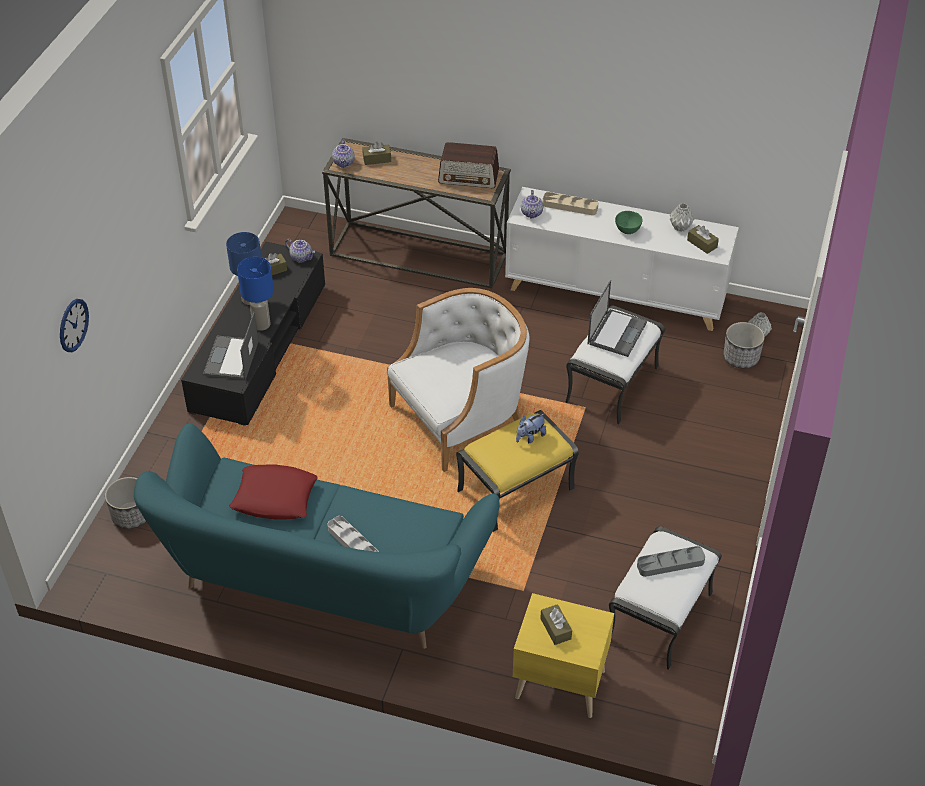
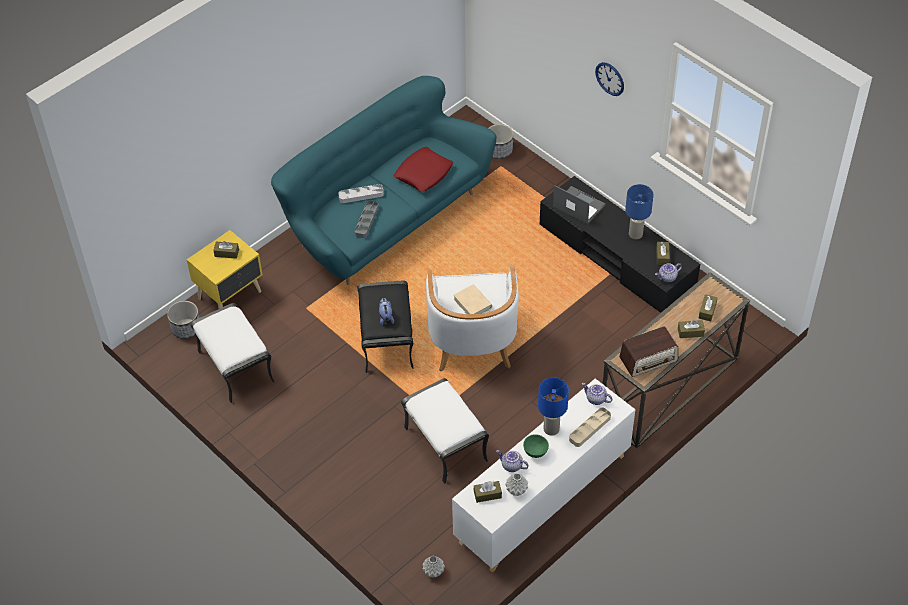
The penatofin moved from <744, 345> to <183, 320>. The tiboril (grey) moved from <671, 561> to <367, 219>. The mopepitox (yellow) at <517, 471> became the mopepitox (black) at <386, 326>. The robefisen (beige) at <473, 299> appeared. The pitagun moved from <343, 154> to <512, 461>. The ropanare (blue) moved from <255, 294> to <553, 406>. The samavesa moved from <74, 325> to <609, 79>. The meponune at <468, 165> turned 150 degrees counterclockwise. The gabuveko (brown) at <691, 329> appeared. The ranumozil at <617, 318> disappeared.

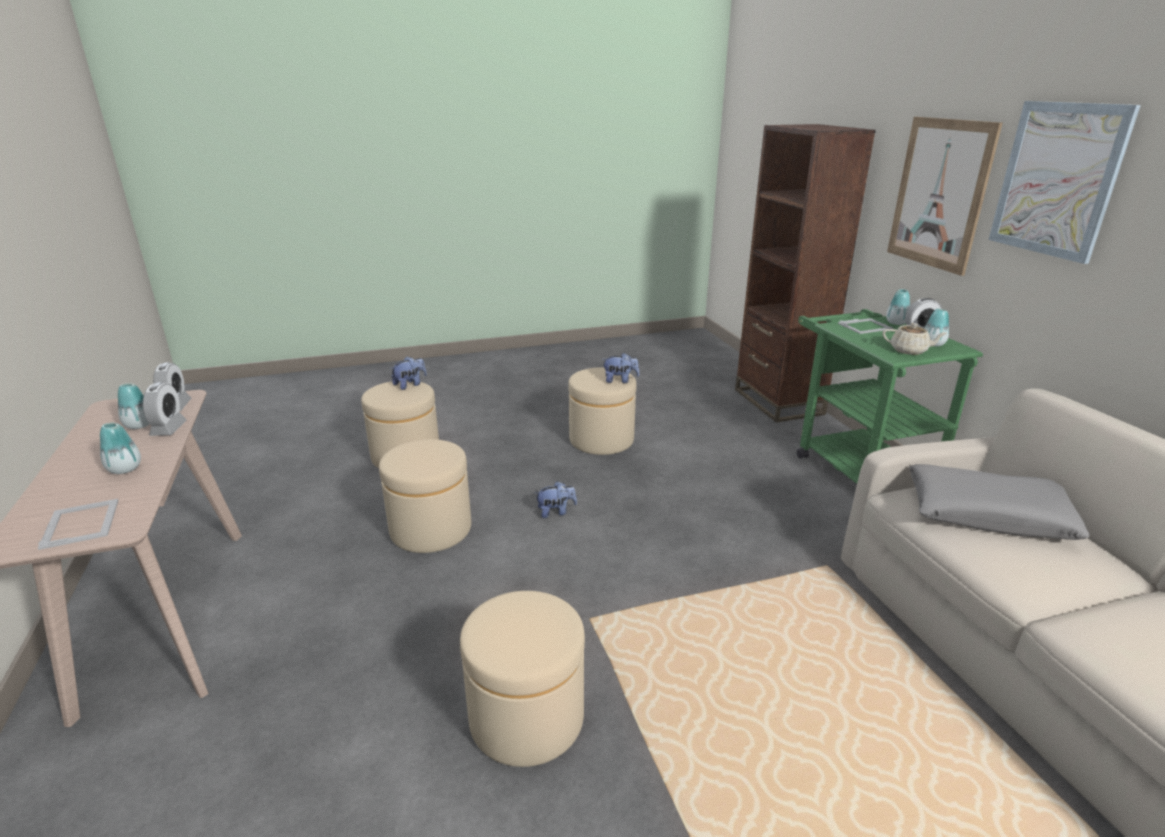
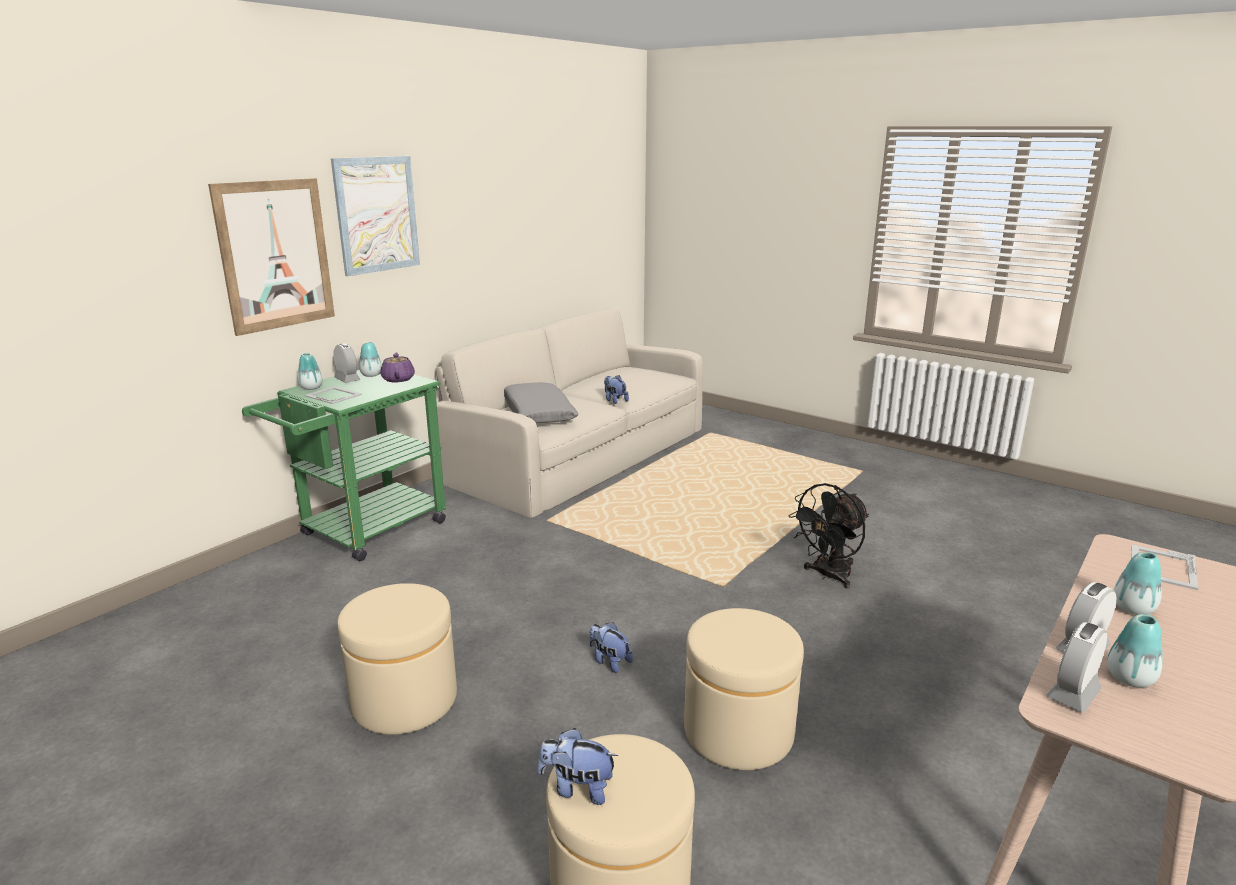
The pitagun (beige) at <914, 339> became the pitagun (purple) at <397, 367>. The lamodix moved from <621, 368> to <616, 389>. The mopepitox (beige) at <522, 679> was replaced by the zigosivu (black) at <828, 535>. The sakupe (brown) at <805, 273> disappeared.

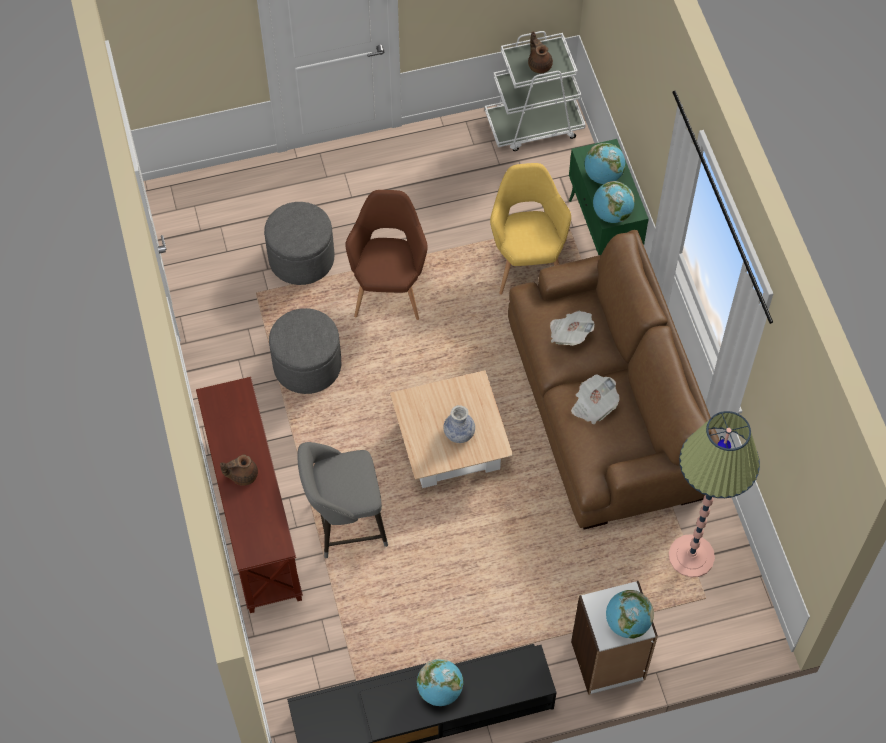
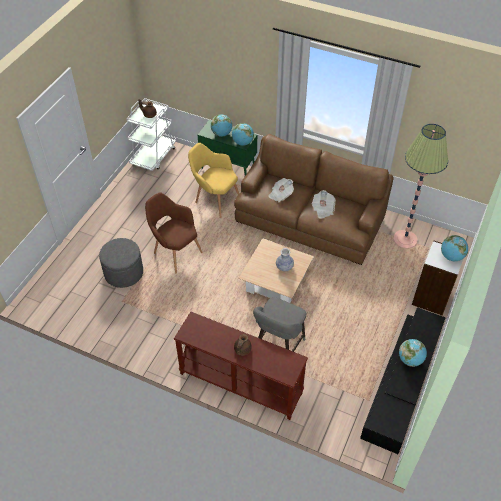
The mopepitox (grey) at <305, 351> disappeared.

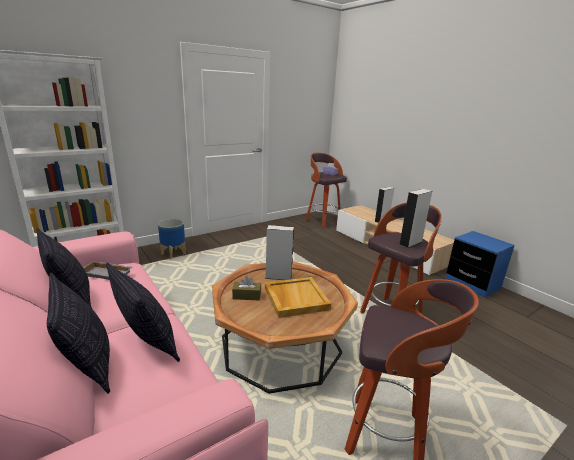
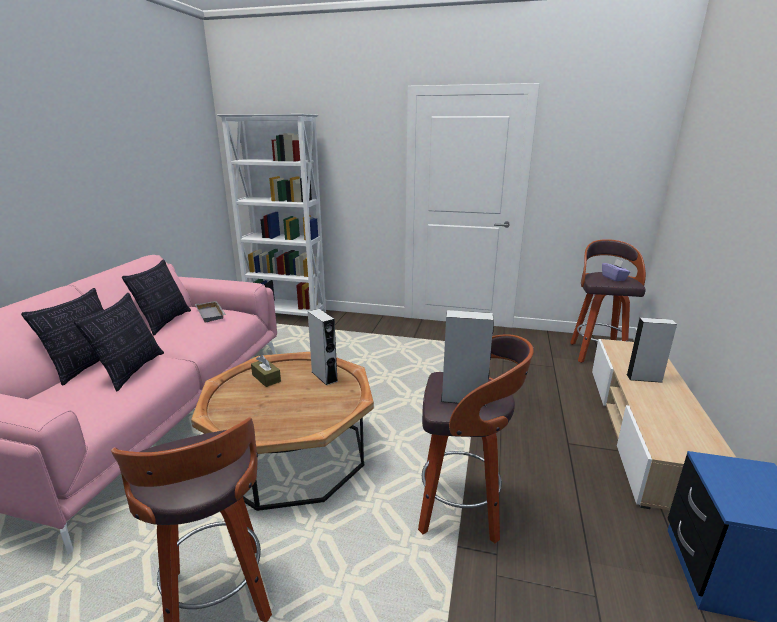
The penatofin at <172, 239> disappeared. The tiboril (beige) at <298, 297> disappeared.

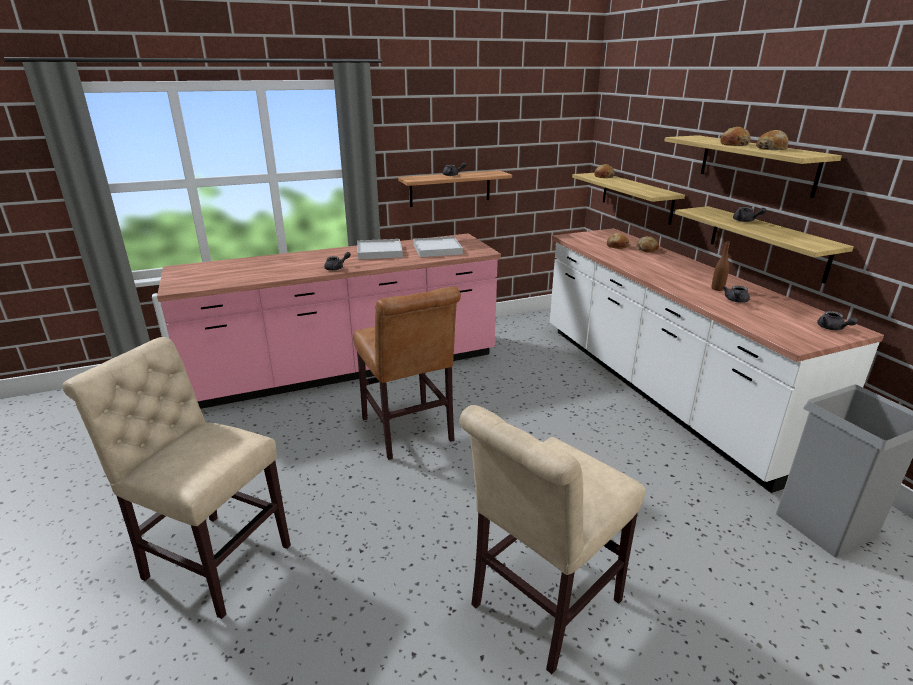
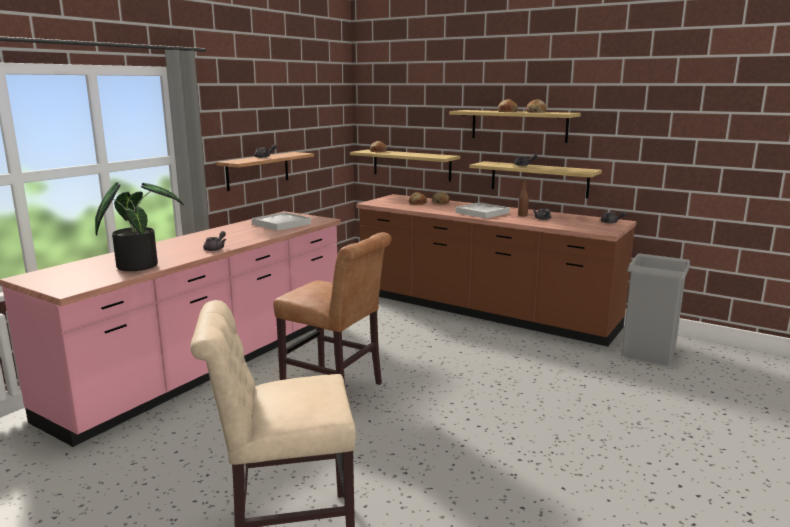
The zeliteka at <139, 226> appeared. The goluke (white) at <717, 360> became the goluke (brown) at <496, 270>. The tiboril (white) moved from <380, 249> to <482, 210>. The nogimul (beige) at <552, 539> disappeared.

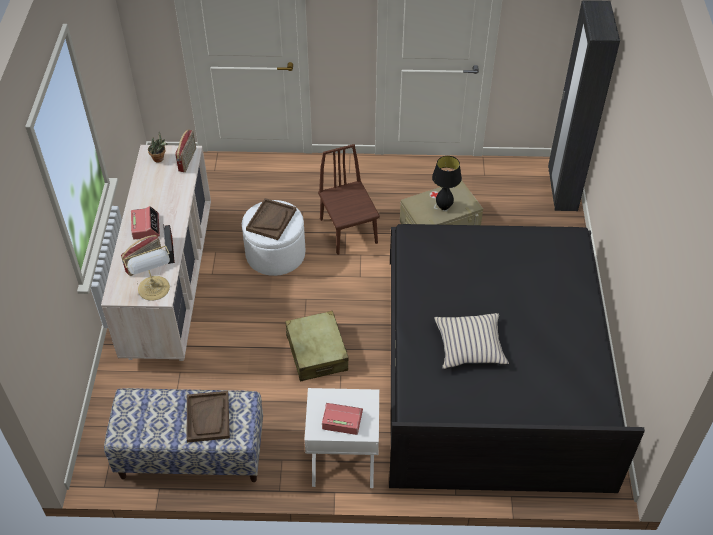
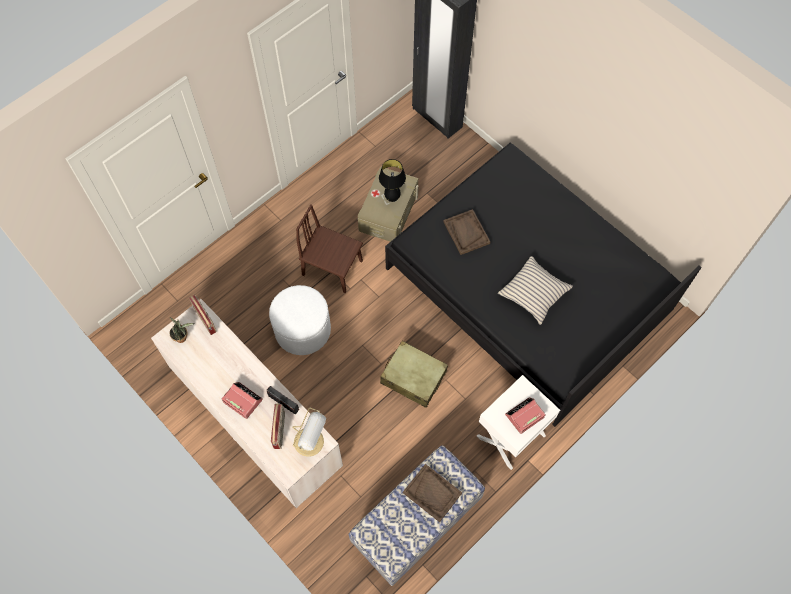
The tiboril (brown) moved from <271, 219> to <467, 232>.

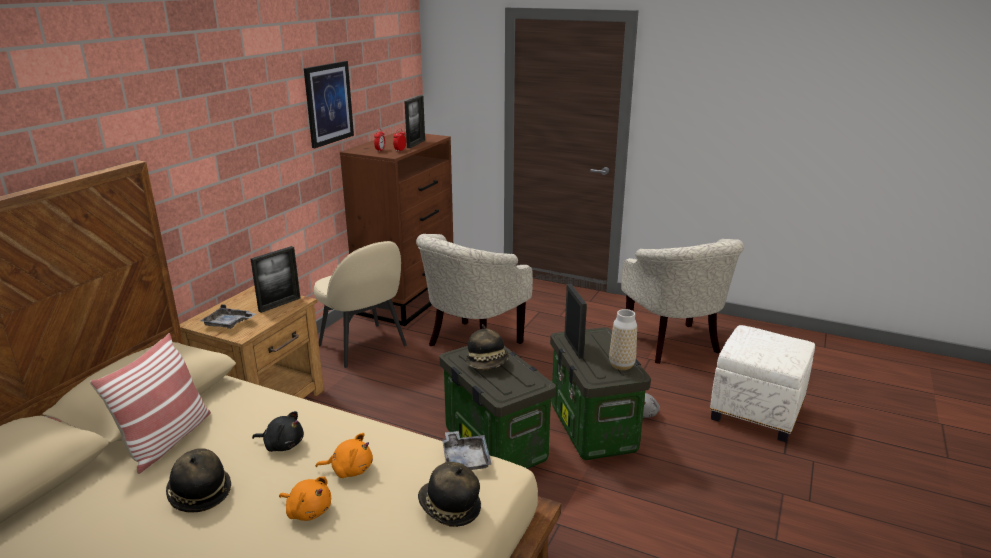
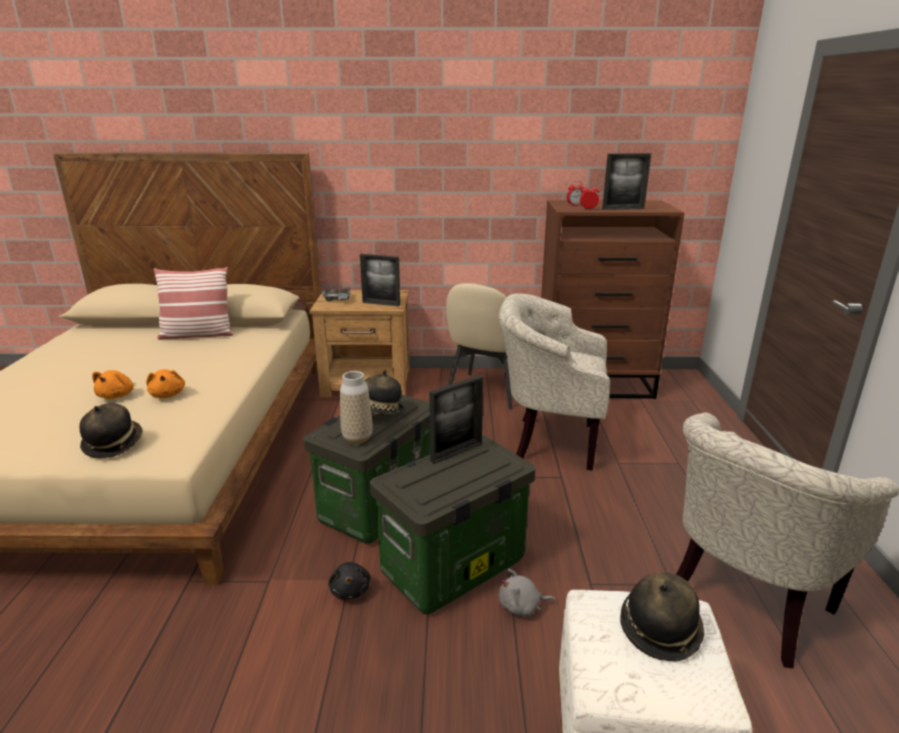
The lamodix (black) moved from <278, 431> to <349, 580>. The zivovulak moved from <623, 339> to <356, 407>. The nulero moved from <198, 480> to <662, 617>. The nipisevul at <329, 104> disappeared. The tiboril (grey) at <467, 450> disappeared.

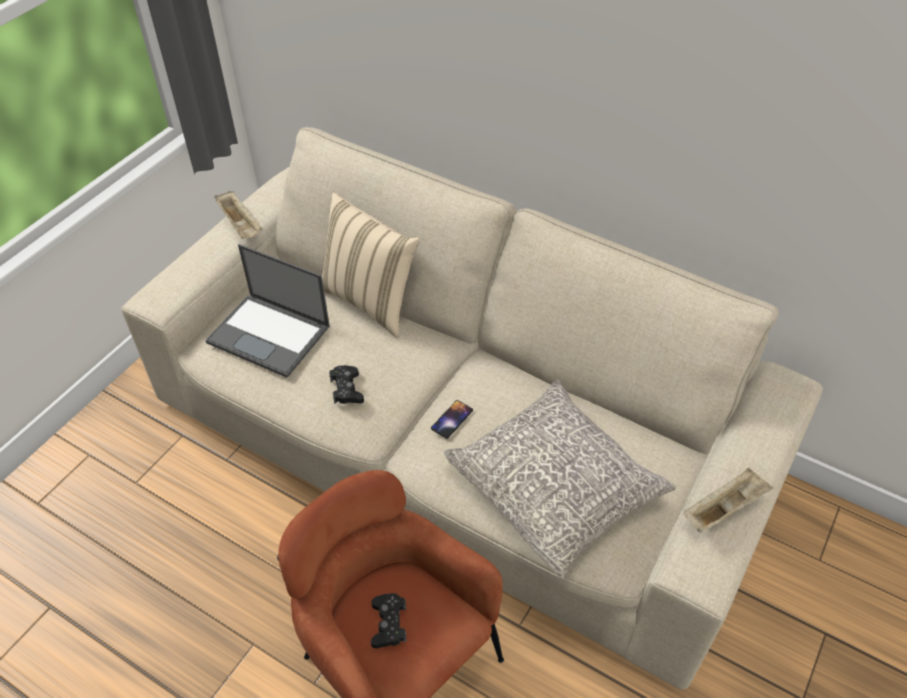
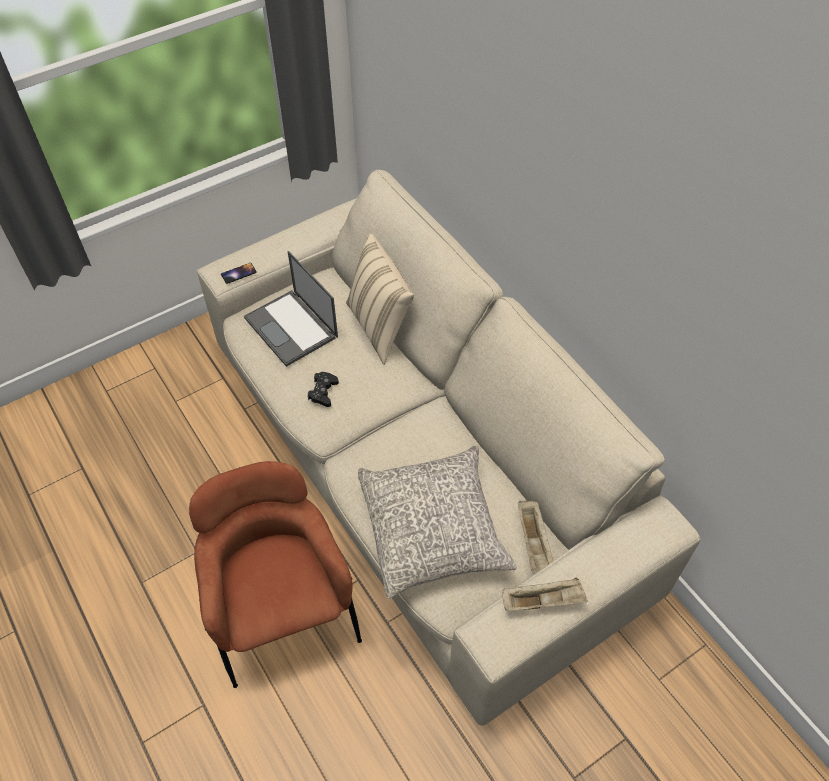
The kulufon moved from <452, 419> to <239, 273>. The tiboril (beige) moved from <238, 215> to <535, 536>. The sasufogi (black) at <388, 620> disappeared.

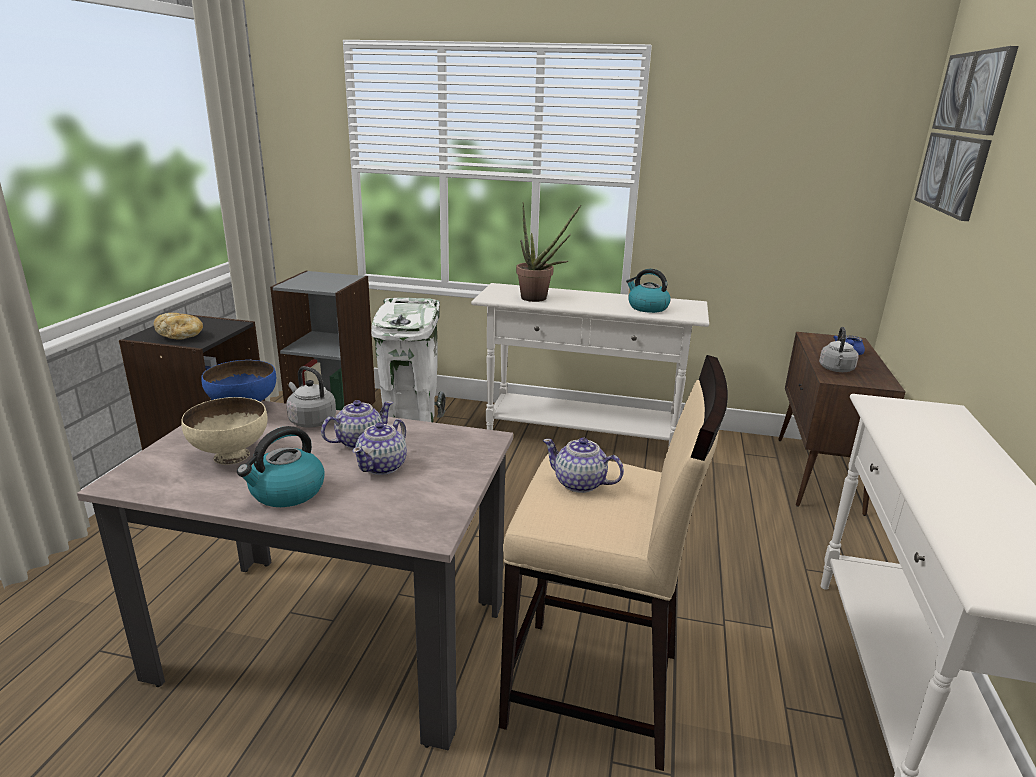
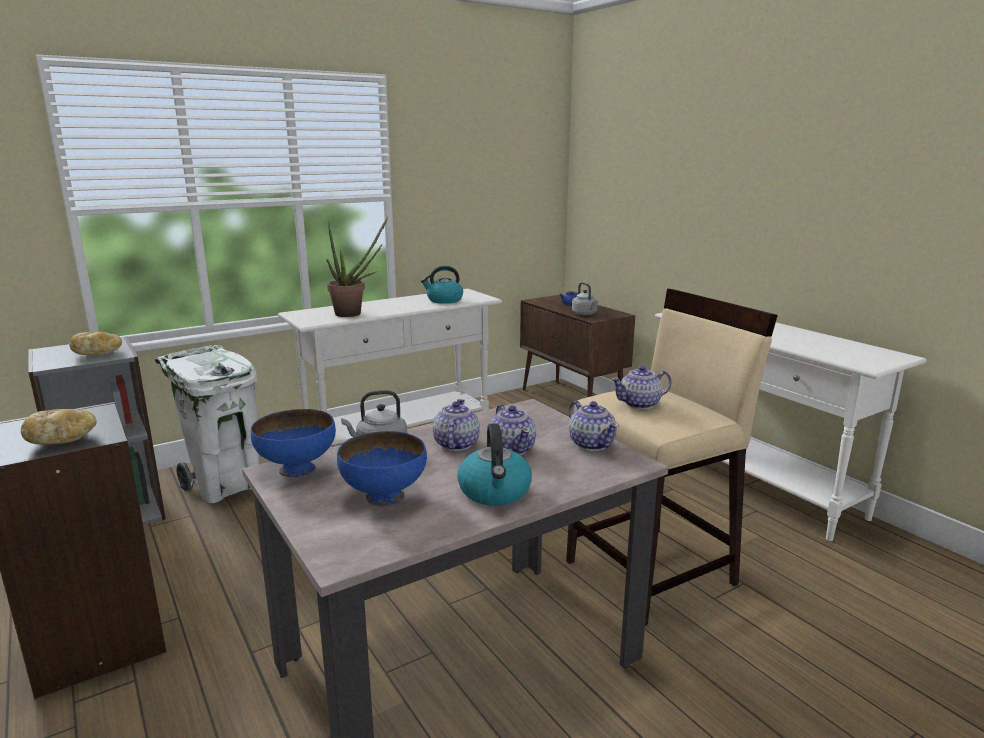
The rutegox at <95, 343> appeared. The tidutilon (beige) at <224, 431> became the tidutilon (blue) at <382, 468>. The pitagun at <594, 426> appeared. The nipisevul at <966, 133> disappeared.

